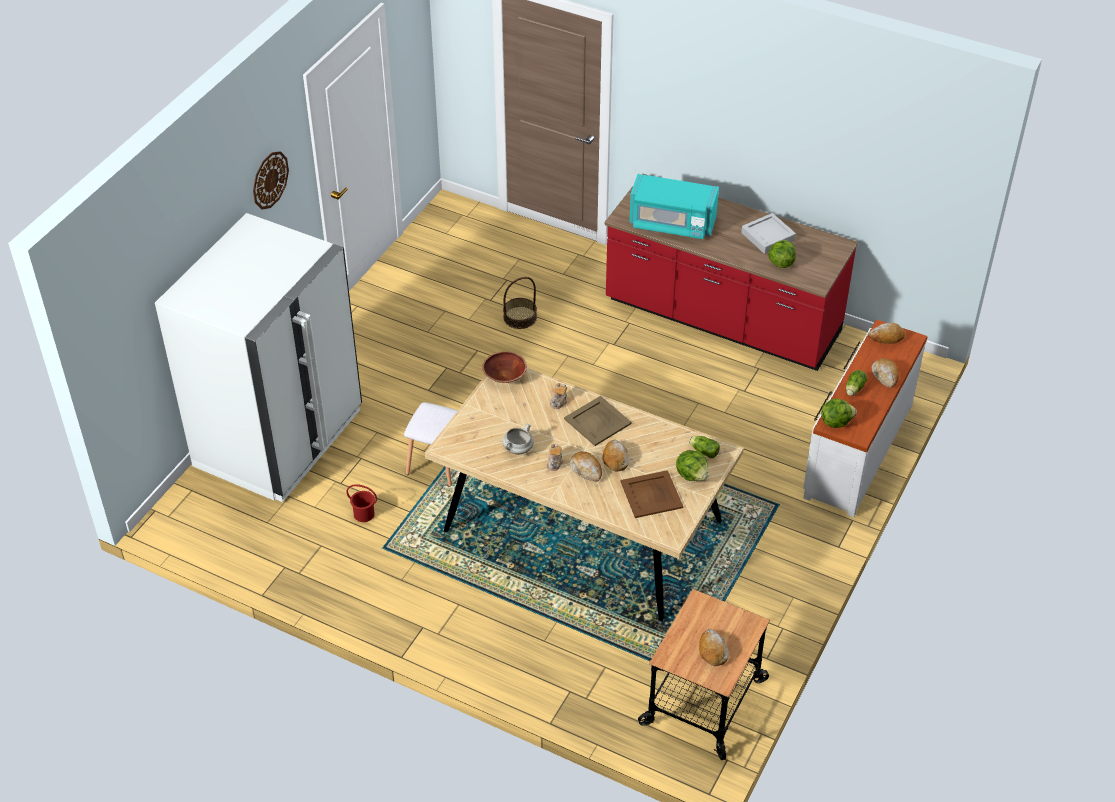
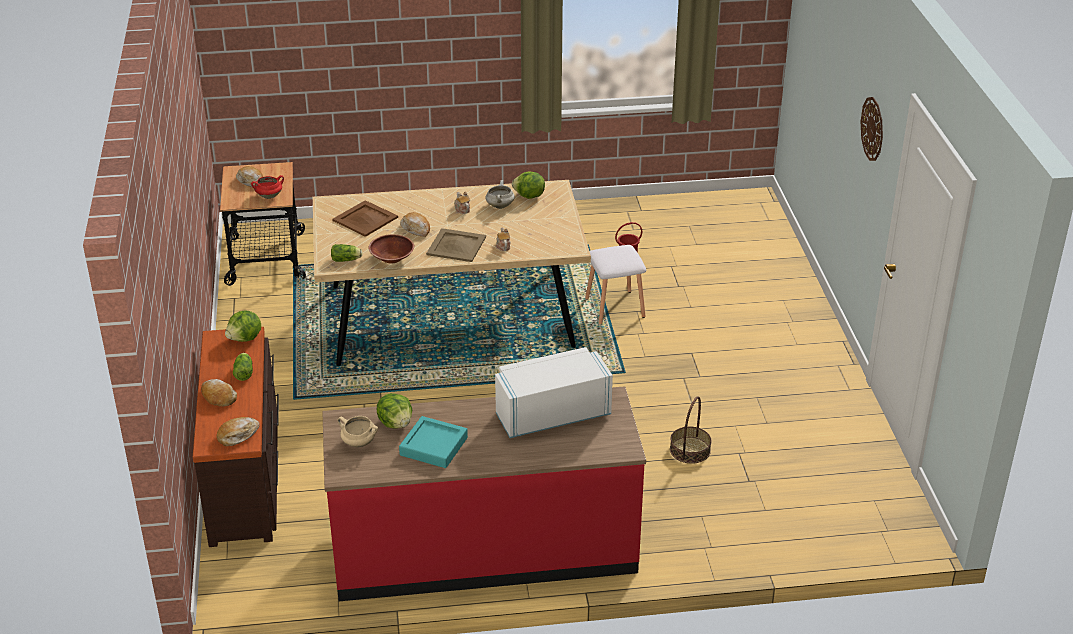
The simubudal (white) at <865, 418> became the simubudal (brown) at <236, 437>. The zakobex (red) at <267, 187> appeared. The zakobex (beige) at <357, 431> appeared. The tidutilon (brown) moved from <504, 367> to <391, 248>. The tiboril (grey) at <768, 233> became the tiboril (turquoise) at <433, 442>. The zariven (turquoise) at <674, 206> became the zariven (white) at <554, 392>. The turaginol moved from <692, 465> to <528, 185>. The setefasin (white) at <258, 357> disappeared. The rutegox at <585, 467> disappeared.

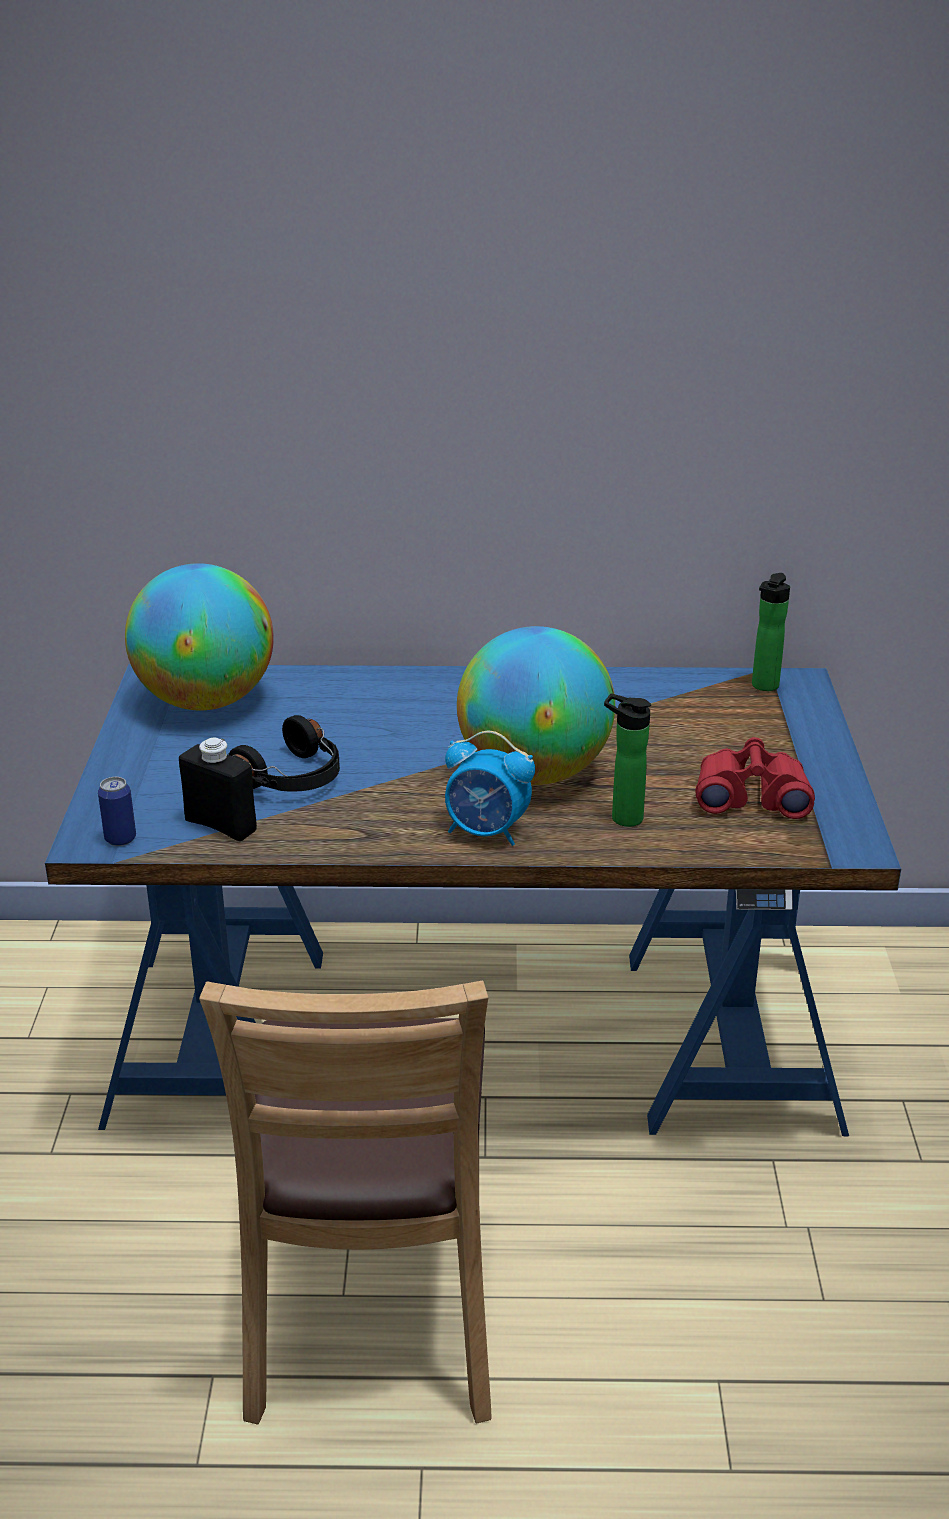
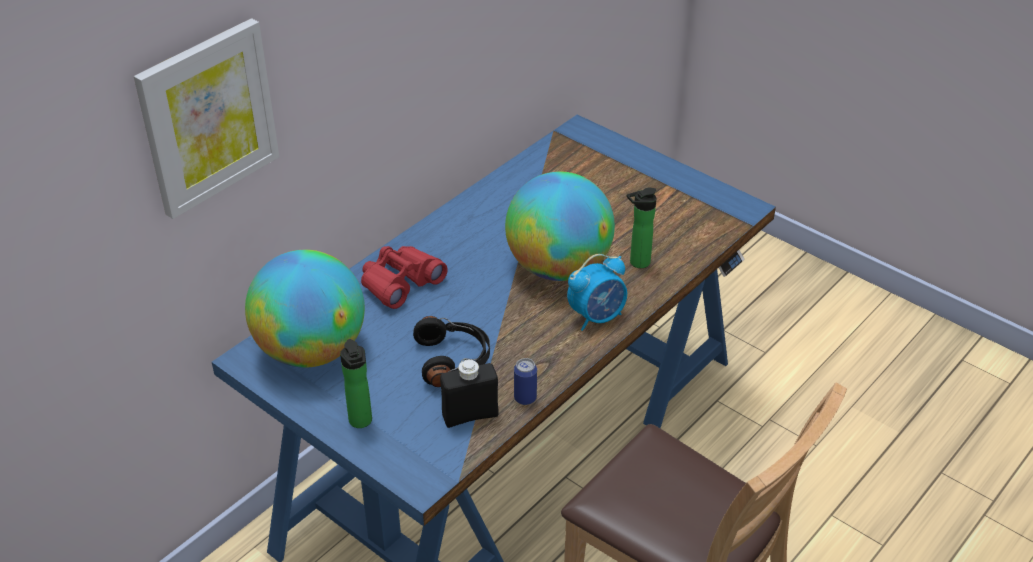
The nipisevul at <206, 118> appeared. The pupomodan moved from <771, 632> to <356, 383>. The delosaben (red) moved from <755, 778> to <404, 277>. The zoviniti moved from <117, 811> to <525, 381>.

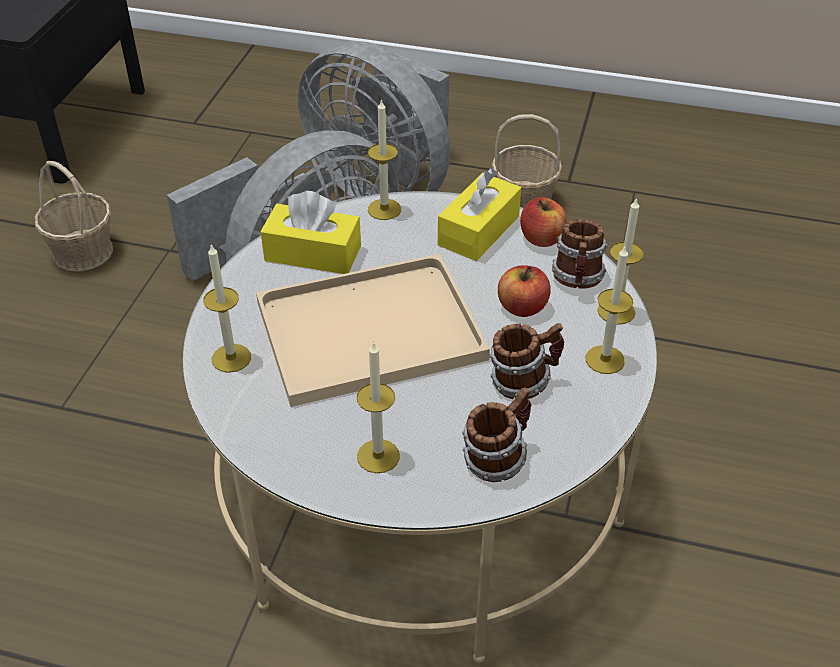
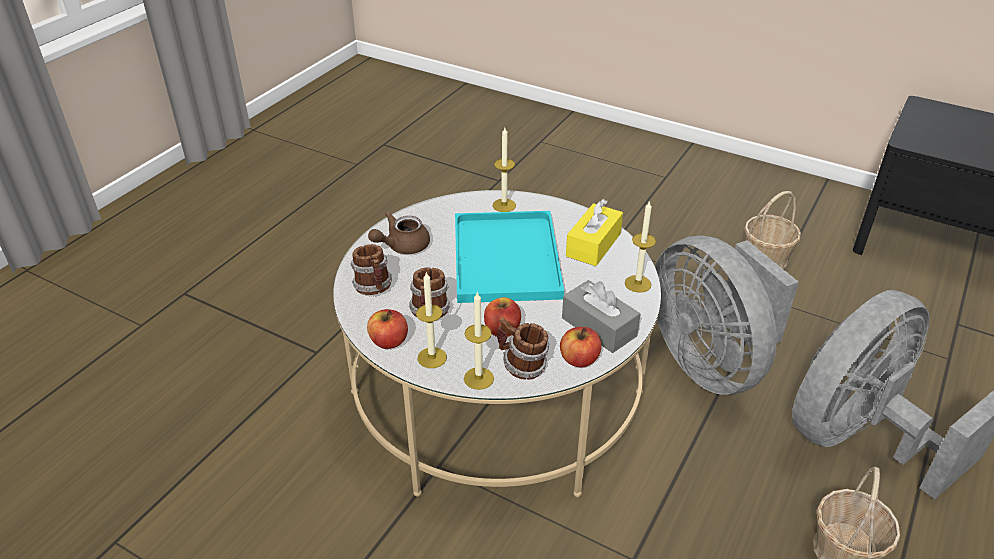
The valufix at <387, 329> appeared. The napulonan at <378, 407> was replaced by the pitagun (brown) at <399, 233>. The tiboril (beige) at <373, 330> became the tiboril (turquoise) at <509, 257>. The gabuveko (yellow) at <479, 214> became the gabuveko (grey) at <601, 316>.

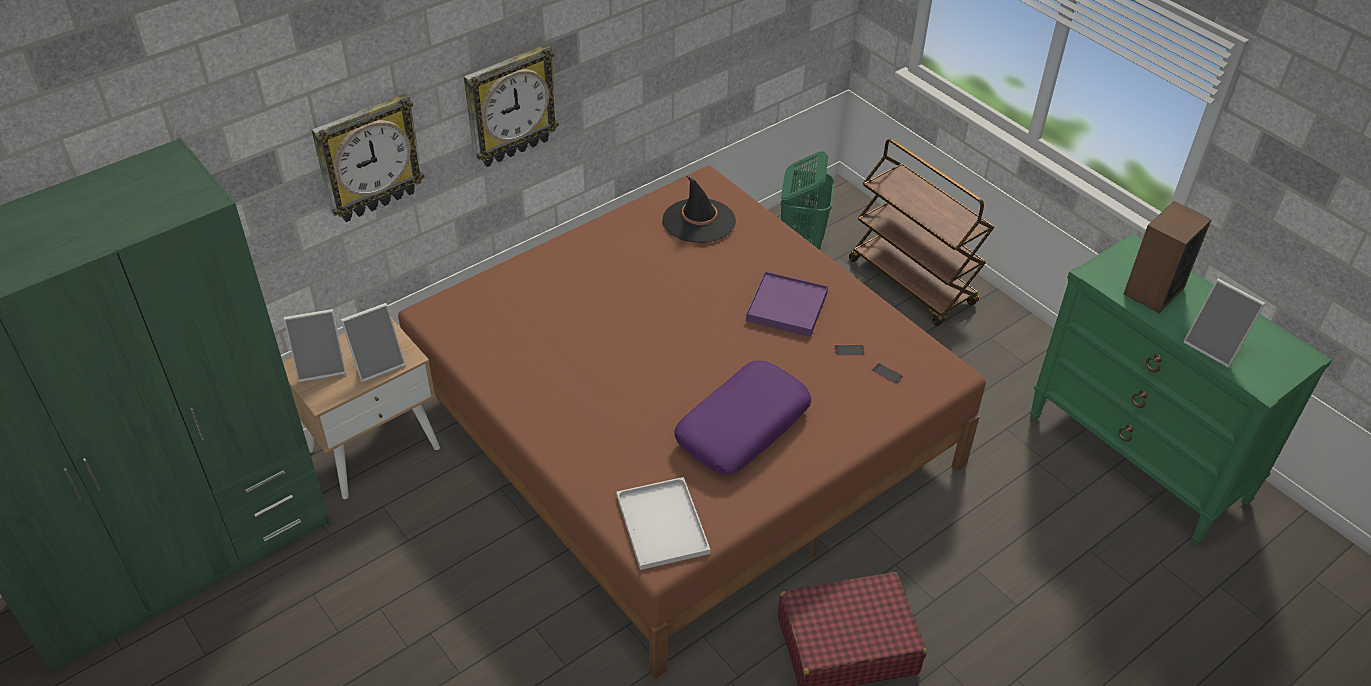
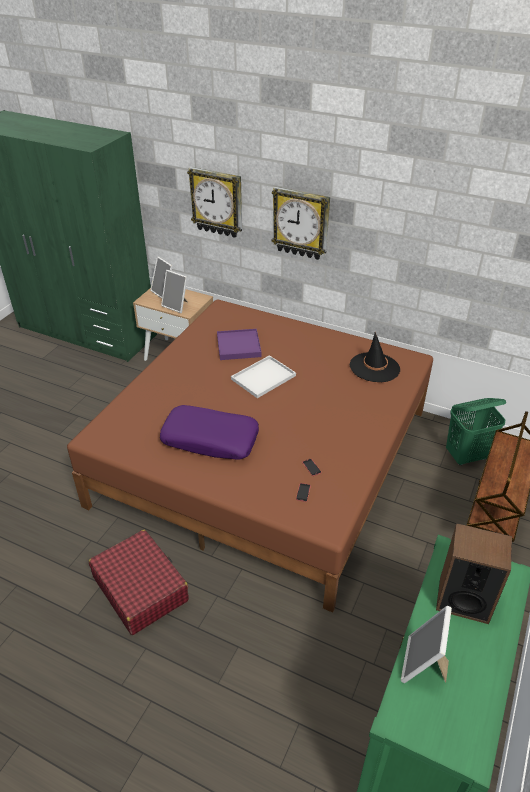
The tiboril (purple) moved from <787, 304> to <239, 344>. The tiboril (white) moved from <663, 523> to <263, 376>.

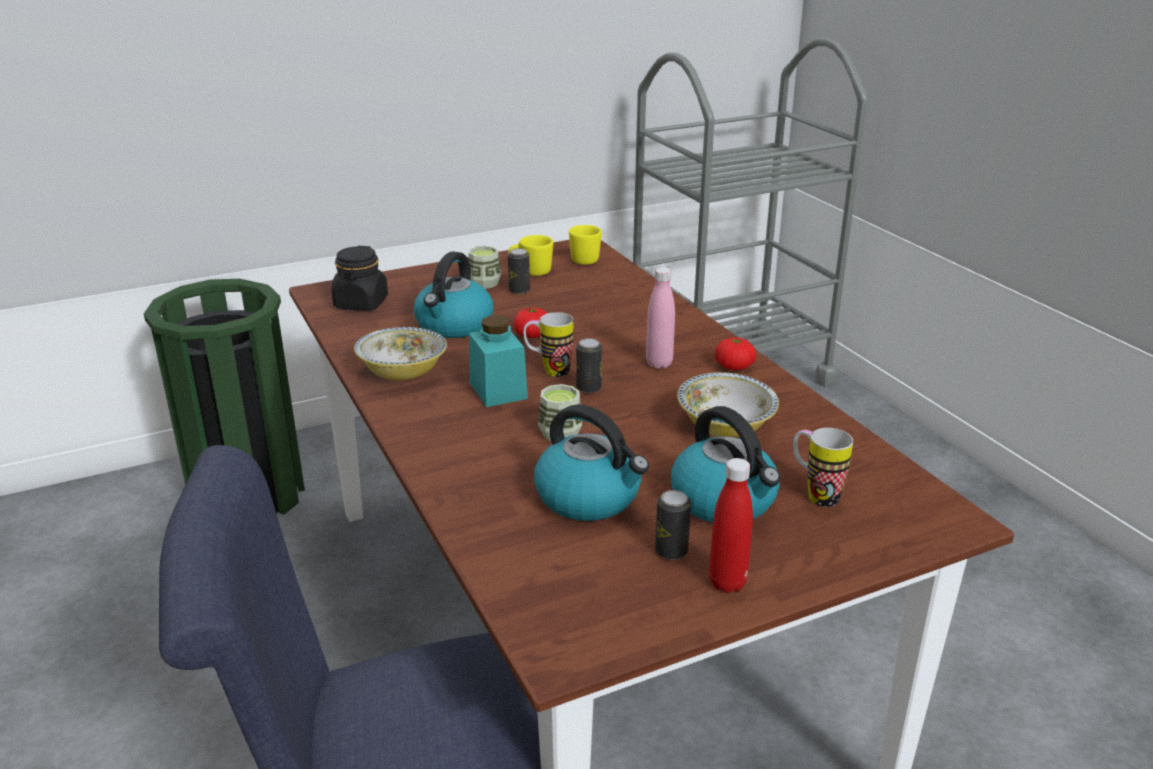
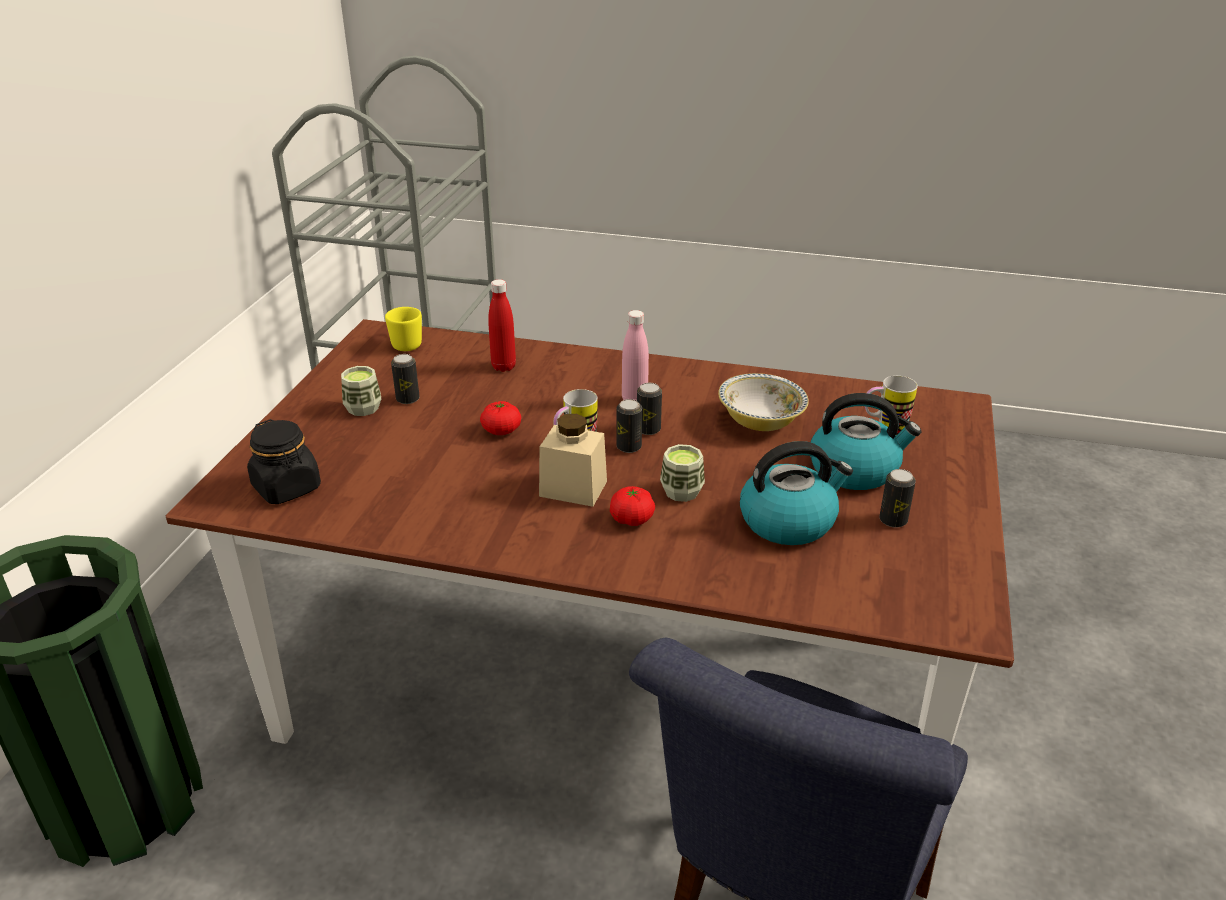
The pupomodan (red) moved from <731, 525> to <502, 325>. The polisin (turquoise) at <498, 361> became the polisin (beige) at <573, 460>. The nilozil moved from <735, 353> to <632, 506>. The zoviniti at <649, 409> appeared. The tidutilon at <400, 353> disappeared. The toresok at <453, 294> disappeared. The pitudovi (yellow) at <530, 255> disappeared.

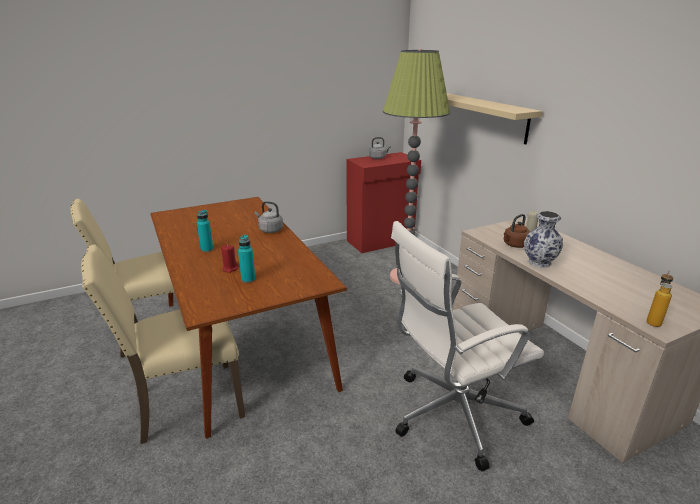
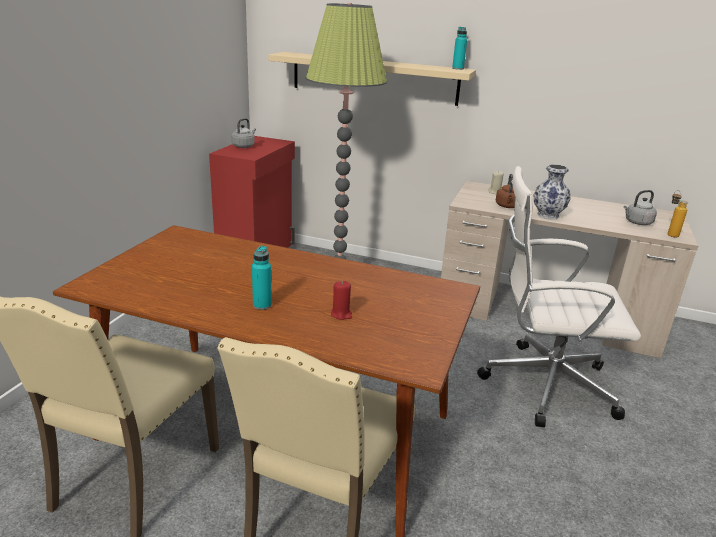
The pupomodan (turquoise) moved from <246, 259> to <459, 48>. The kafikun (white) at <467, 346> turned 75 degrees clockwise. The toresok (grey) moved from <269, 217> to <640, 207>.

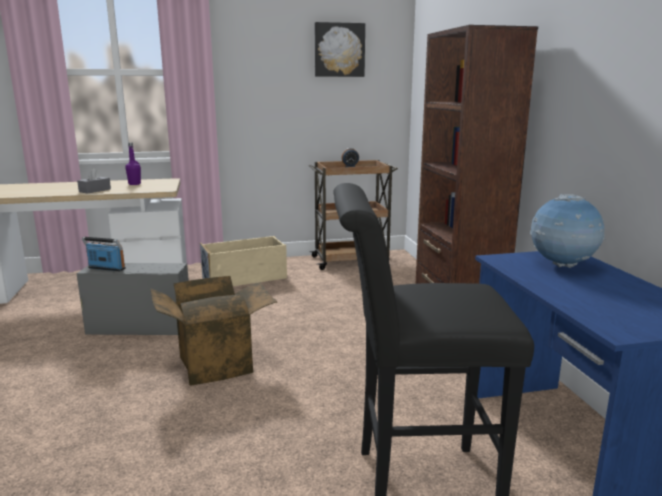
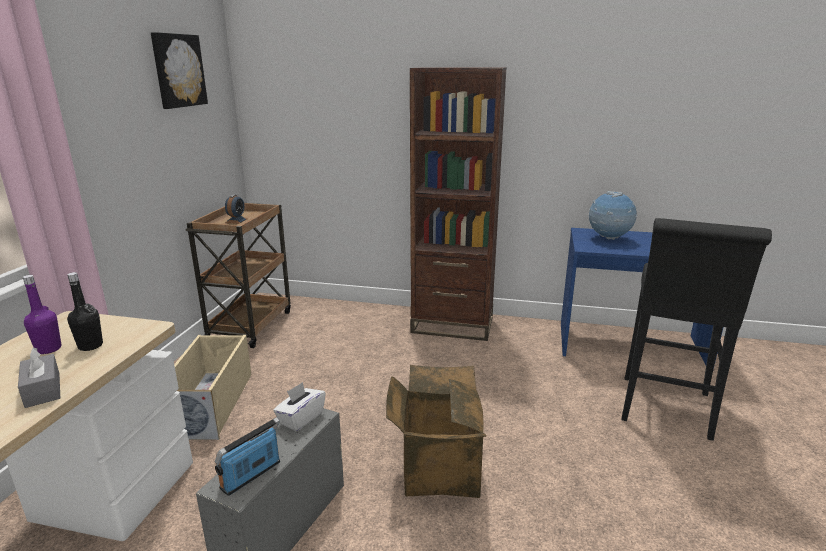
The pupomodan (black) at <85, 311> appeared. The gabuveko (white) at <299, 406> appeared.

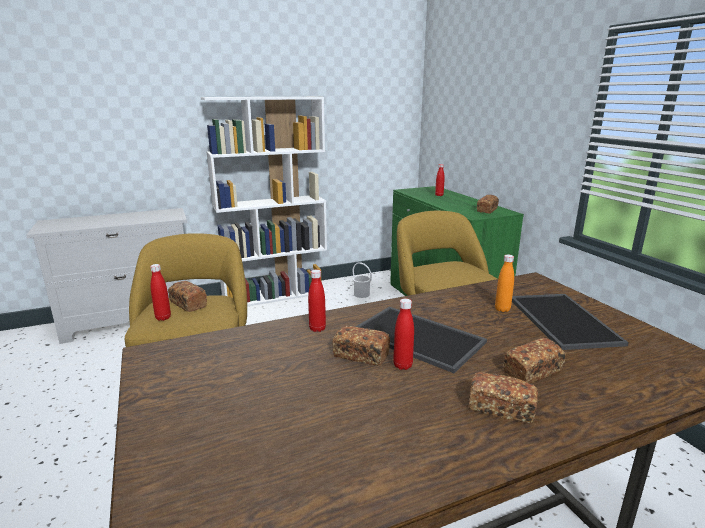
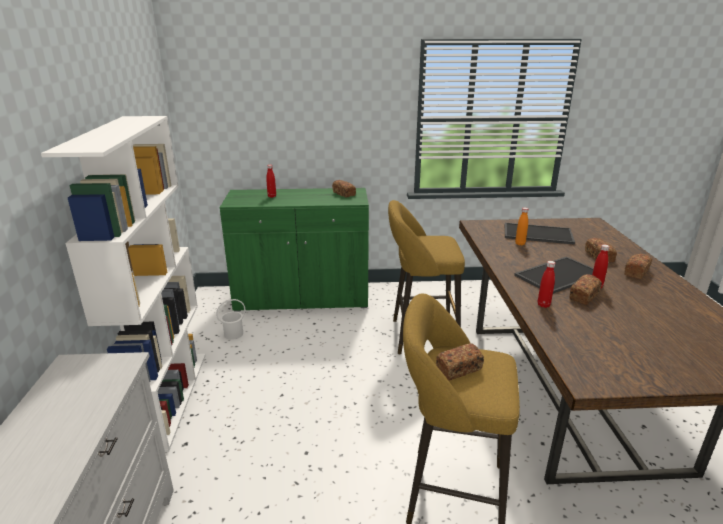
The pupomodan (red) at <160, 292> disappeared.

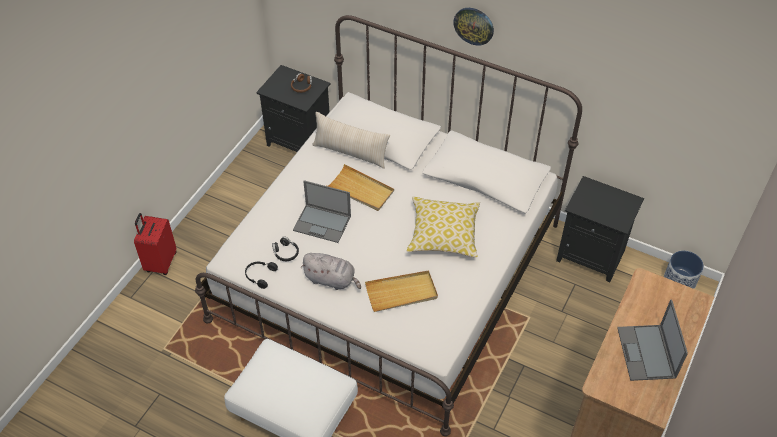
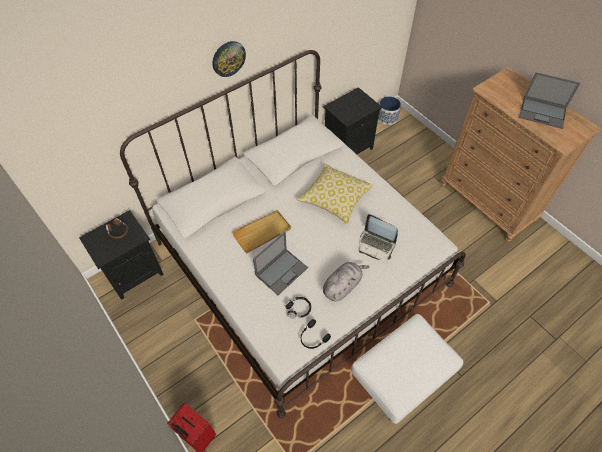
The tiboril (beige) at <401, 291> was replaced by the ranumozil at <378, 237>. The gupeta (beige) at <351, 140> disappeared.

